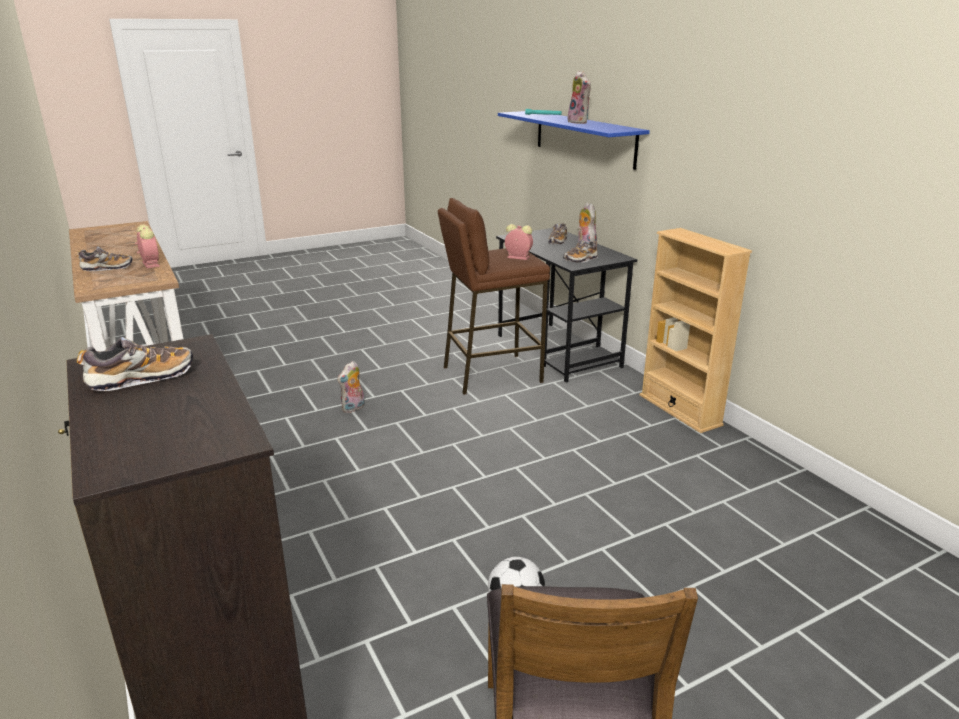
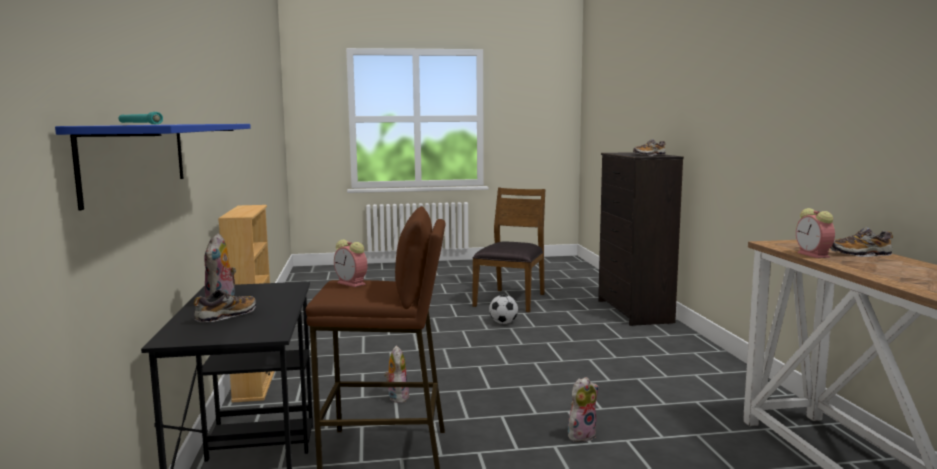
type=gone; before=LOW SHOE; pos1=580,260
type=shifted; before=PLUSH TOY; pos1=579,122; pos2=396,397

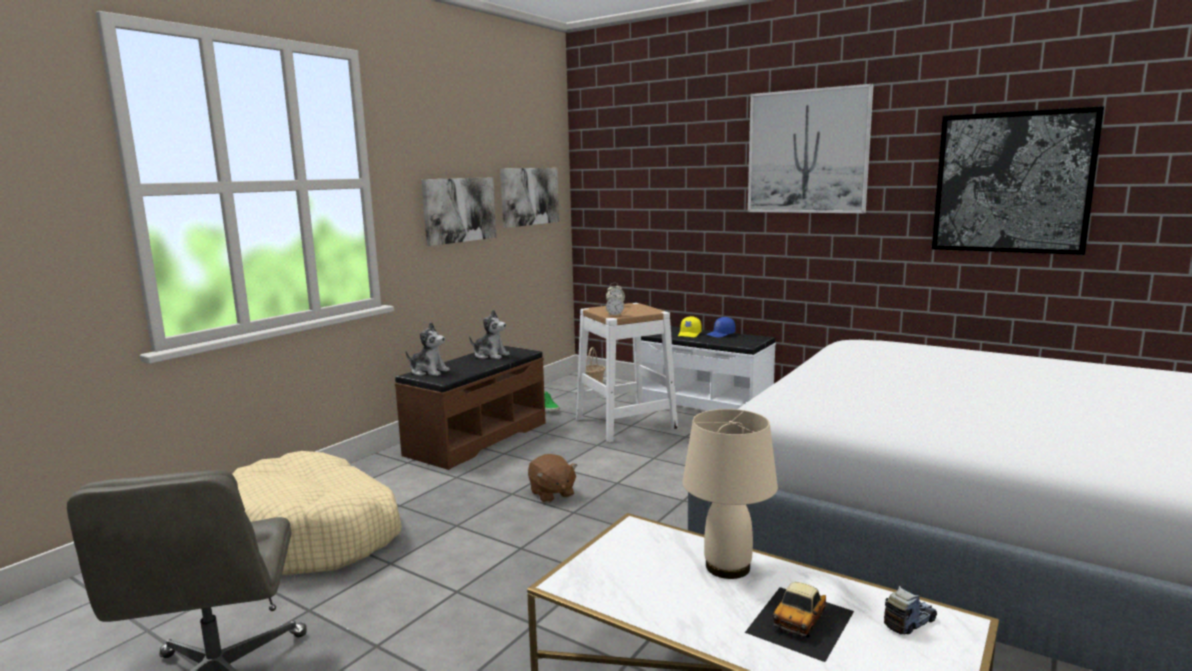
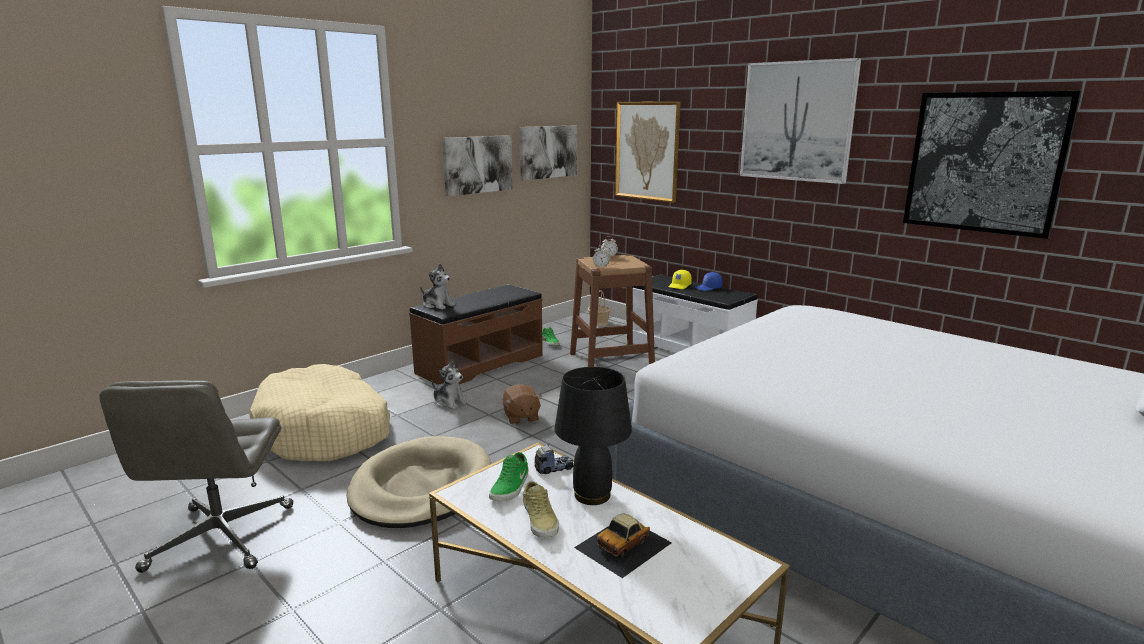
type=shifted; before=PLUSH TOY; pos1=490,355; pos2=449,402
type=repainted; before=WHITE STOOL SEAT; after=BROWN-COLOURED STOOL SEAT; pos1=625,423; pos2=611,361
type=repainted; before=BEIGE LAMP FOR A TABLE; after=BLACK LAMP FOR A TABLE; pos1=726,567; pos2=591,495
type=shifted; before=TOY TRUCK; pos1=909,622; pos2=554,468
type=new; after=BEIGE DOG CUSHION; pos2=421,487
type=new; after=GREENISH LOW SHOE; pos2=511,487
type=new; after=BEIGE LOW SHOE; pos2=541,520
type=new; after=WALL PICTURE; pos2=647,151

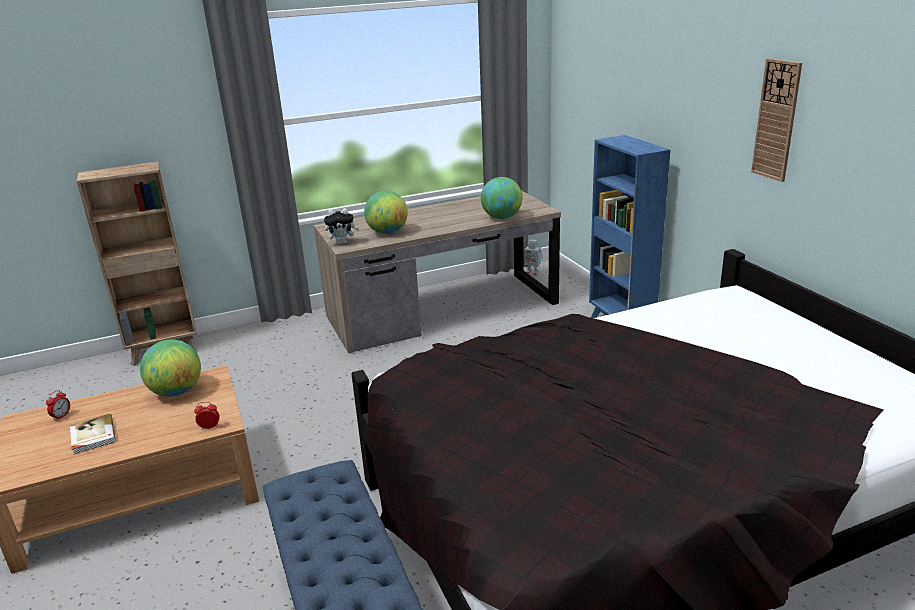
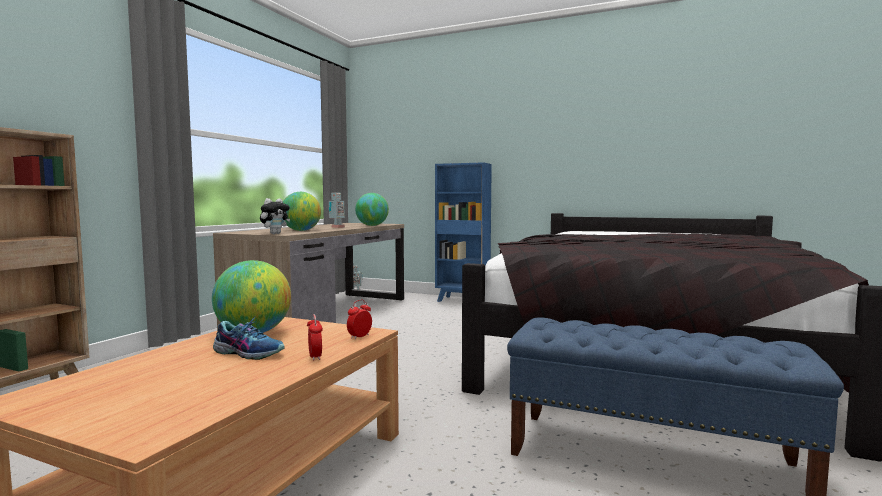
type=shifted; before=TABLE CLOCK; pos1=61,416; pos2=315,357
type=gone; before=BOOK; pos1=92,436
type=gone; before=WALL CLOCK; pos1=776,120
type=new; after=LOW SHOE; pos2=249,353
type=new; after=ROBOT FIGURE; pos2=336,227

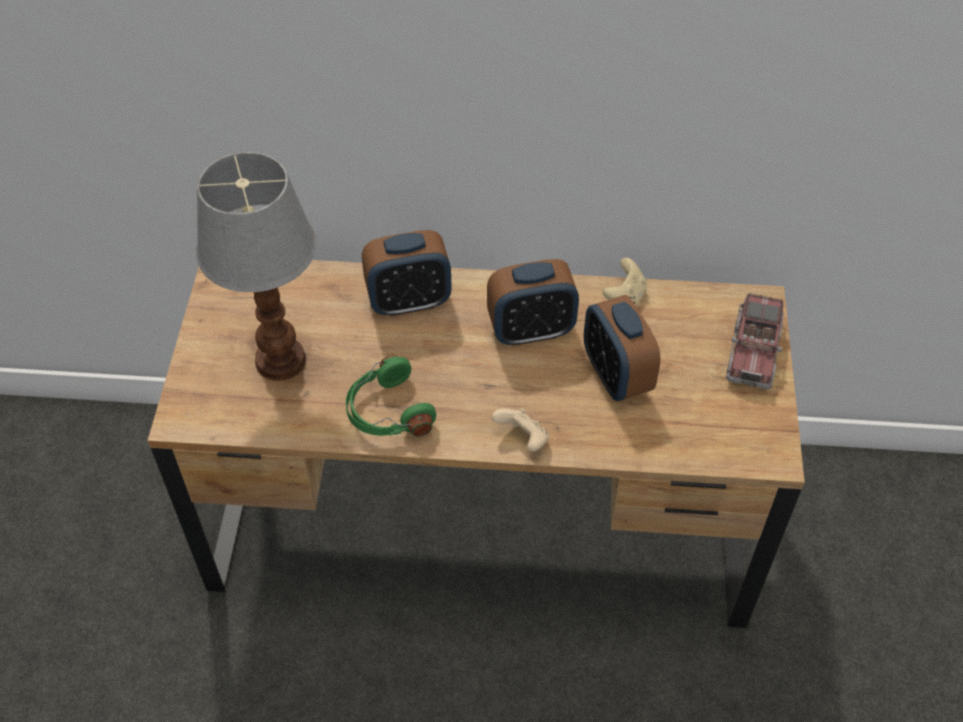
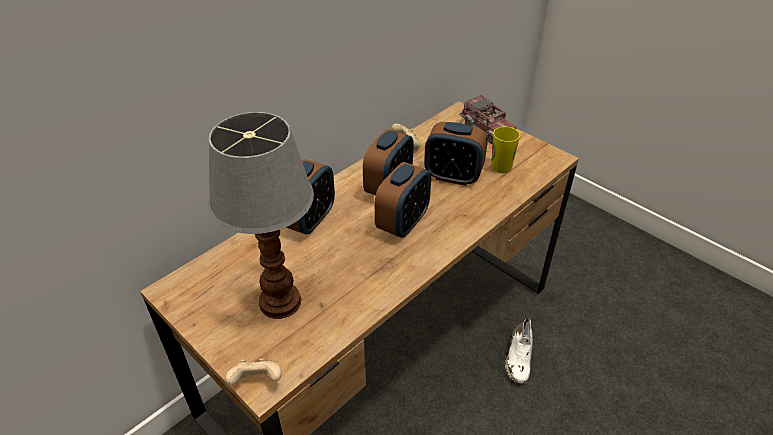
type=gone; before=GREENISH HEADSET; pos1=387,412
type=shifted; before=BEIGE GAME CONTROLLER; pos1=523,439; pos2=257,381
type=new; after=TABLE CLOCK; pos2=403,223
type=new; after=DRINKING CUP; pos2=501,167
type=new; after=WHITE LOW SHOE; pos2=518,356

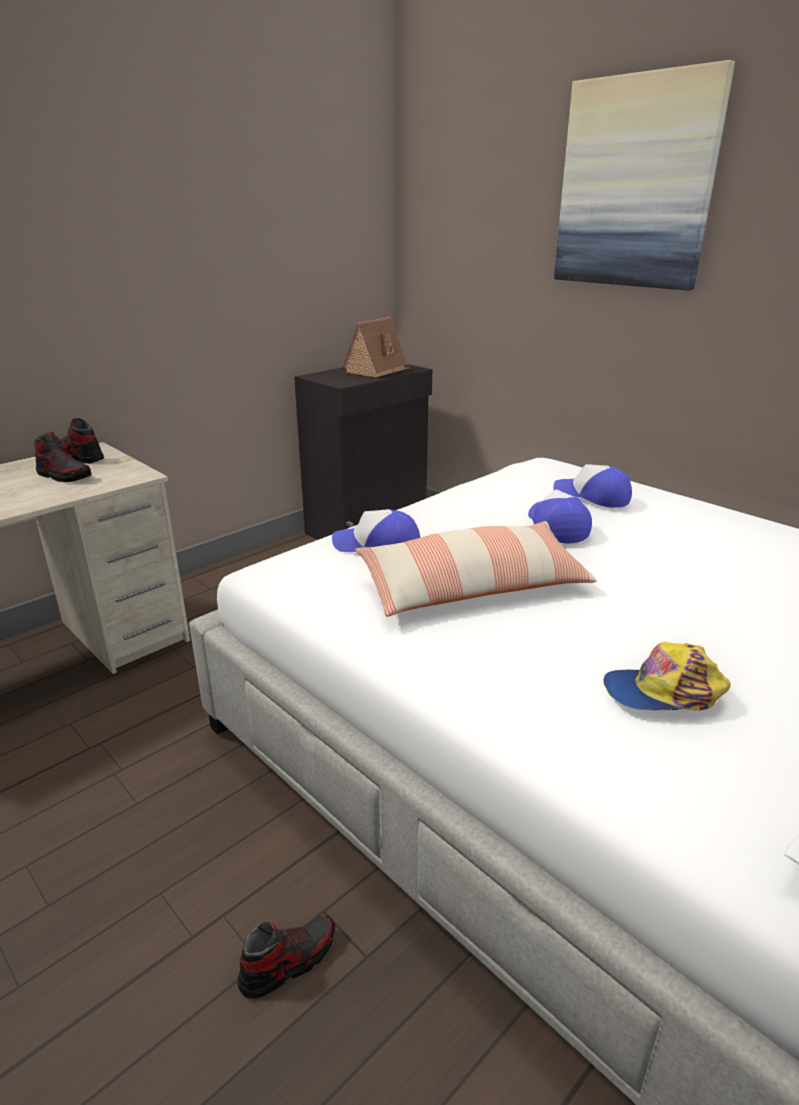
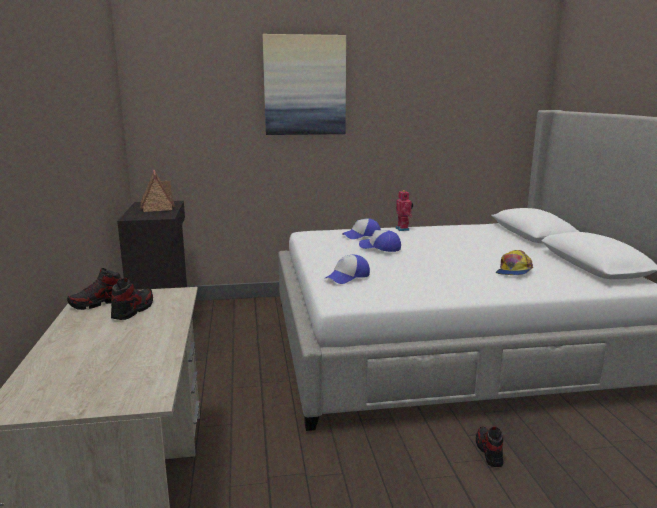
type=rotated; before=LOW SHOE; pos1=64,476; pos2=133,310; turn=-45
type=gone; before=PILLOW; pos1=472,587
type=new; after=ROBOT FIGURE; pos2=403,229

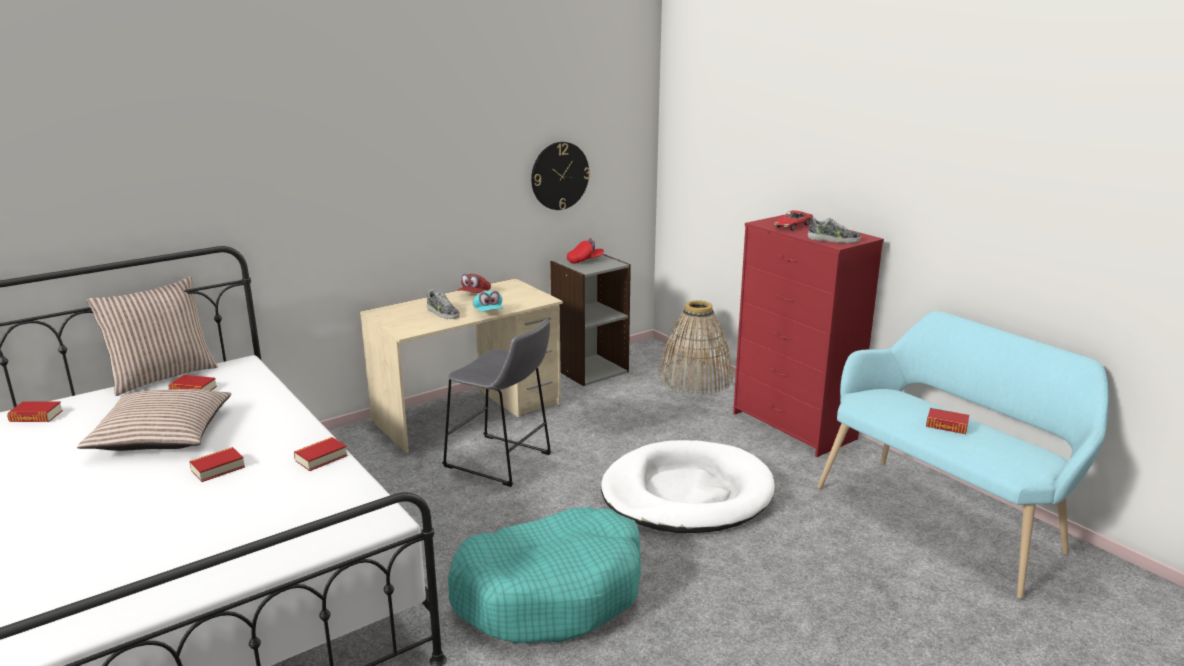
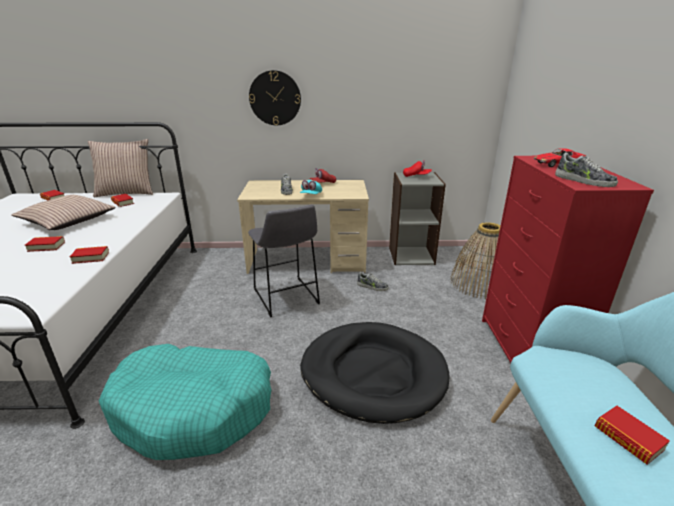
type=shifted; before=WALL CLOCK; pos1=559,176; pos2=275,98
type=repainted; before=WHITE DOG CUSHION; after=BLACK DOG CUSHION; pos1=686,494; pos2=373,373
type=new; after=LOW SHOE; pos2=372,286

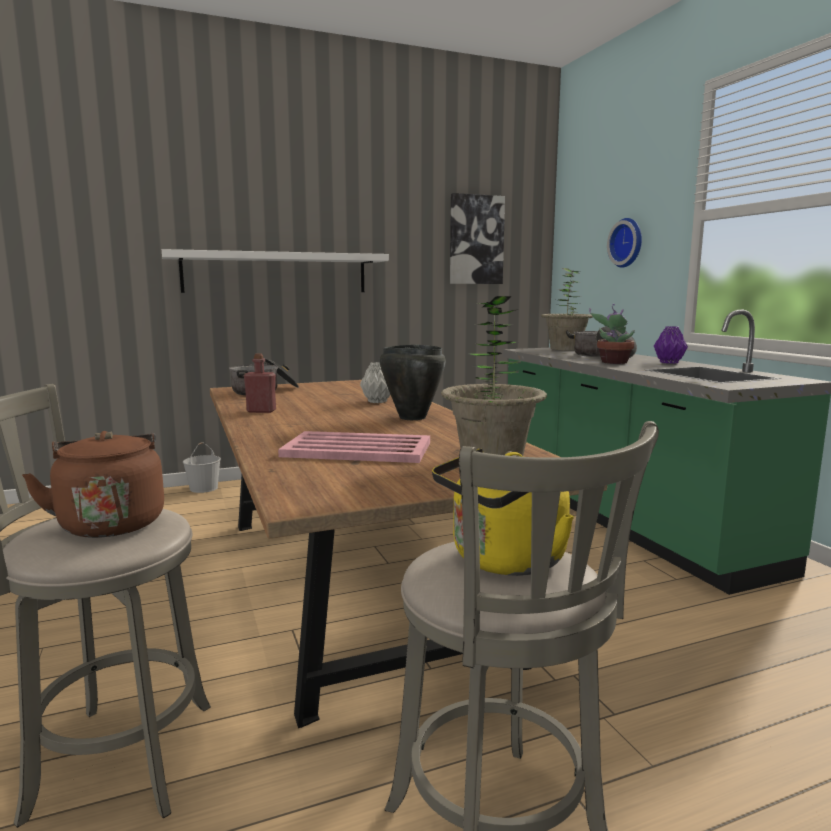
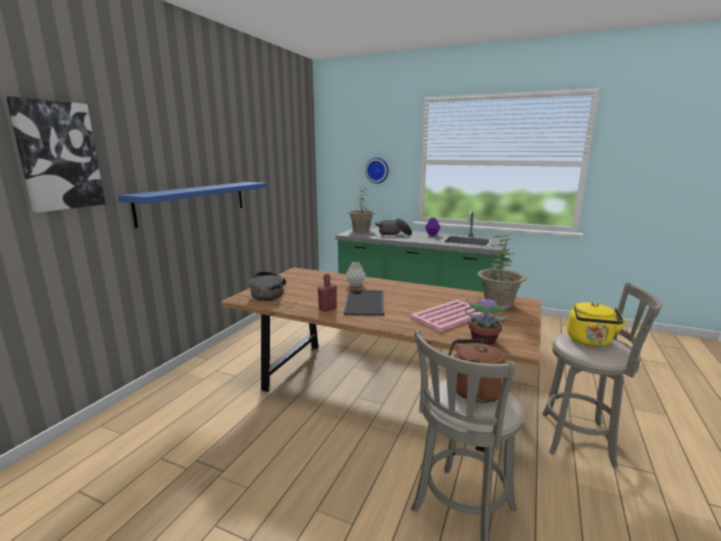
type=repainted; before=WHITE BRACKET SHELF; after=BLUE-COLOURED BRACKET SHELF; pos1=276,273; pos2=194,202
type=gone; before=WHITE BUCKET; pos1=204,488
type=gone; before=BLACK STOCKPOT; pos1=412,417
type=shifted; before=WALL PICTURE; pos1=476,240; pos2=58,156
type=shifted; before=PLANT IN A POT; pos1=612,362; pos2=483,341
type=new; after=CARRYING TRAY; pos2=366,303

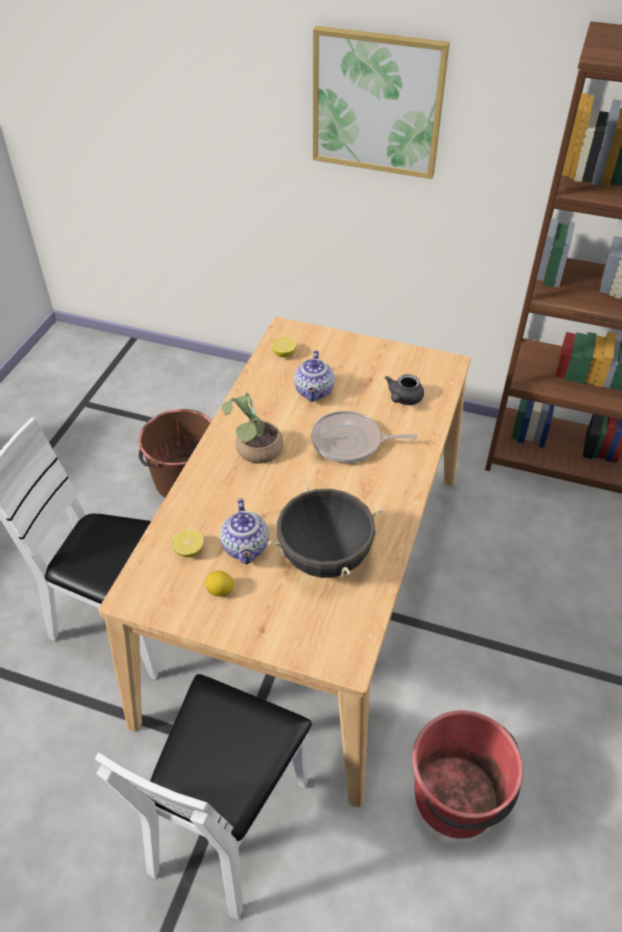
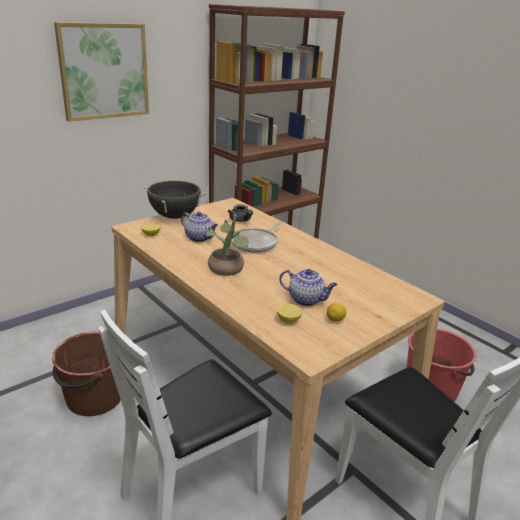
type=shifted; before=BLACK STOCKPOT; pos1=325,557; pos2=174,216

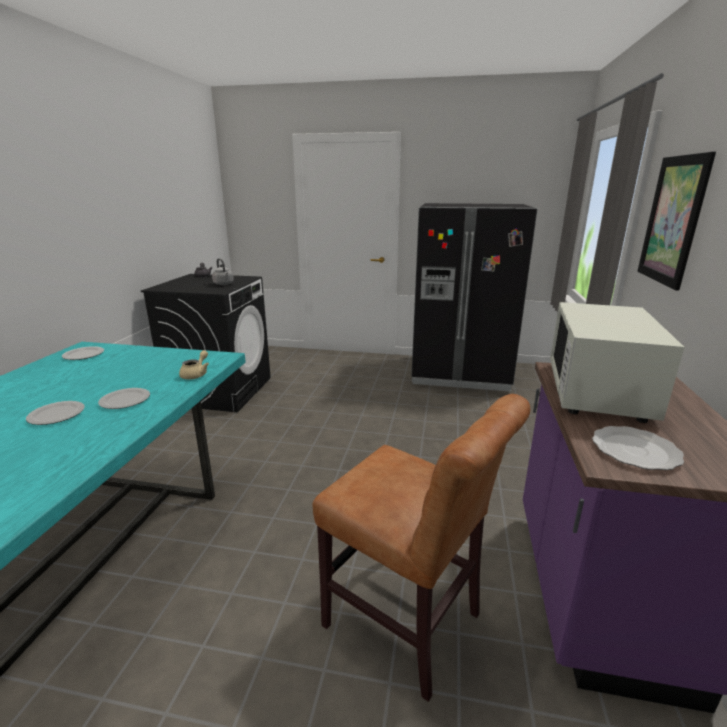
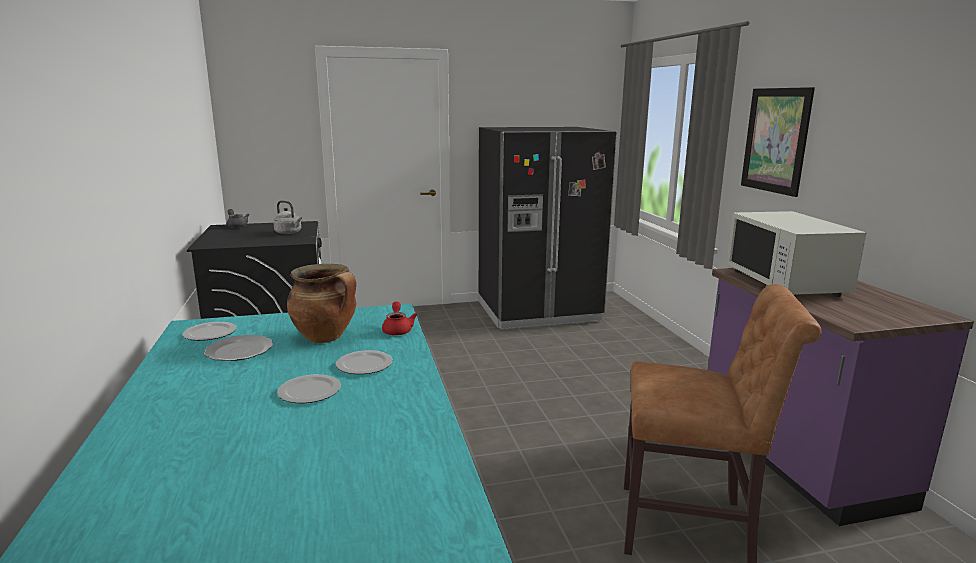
type=repainted; before=BEIGE POT FOR TEA; after=RED POT FOR TEA; pos1=196,374; pos2=398,330
type=shifted; before=DINNER PLATE; pos1=636,451; pos2=240,351
type=new; after=STOCKPOT; pos2=326,337

